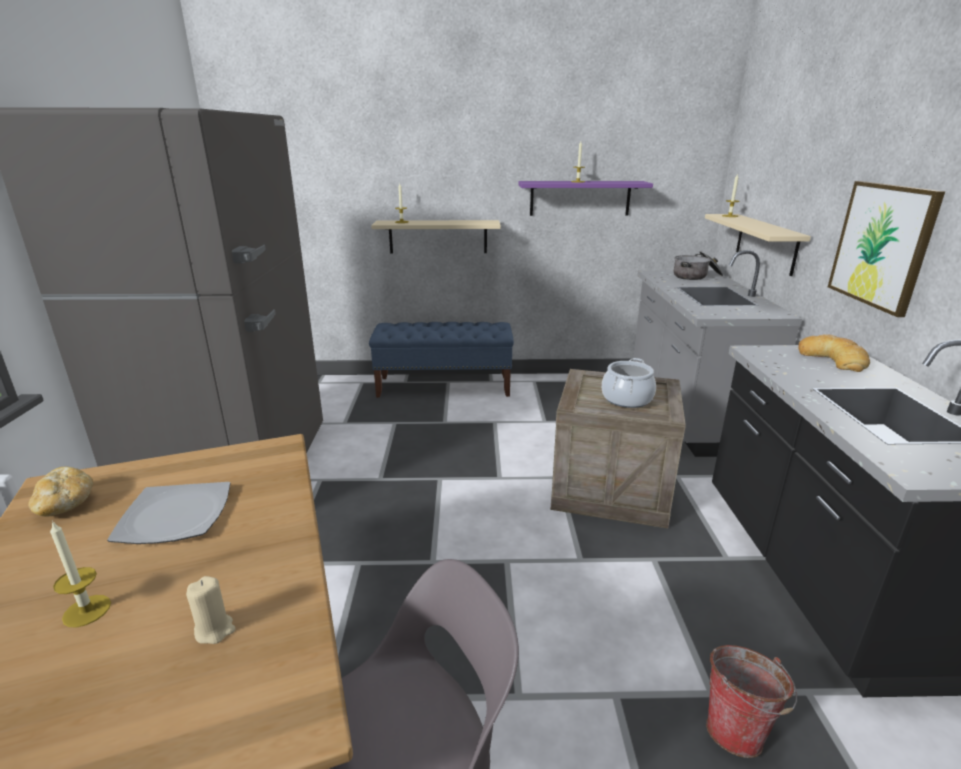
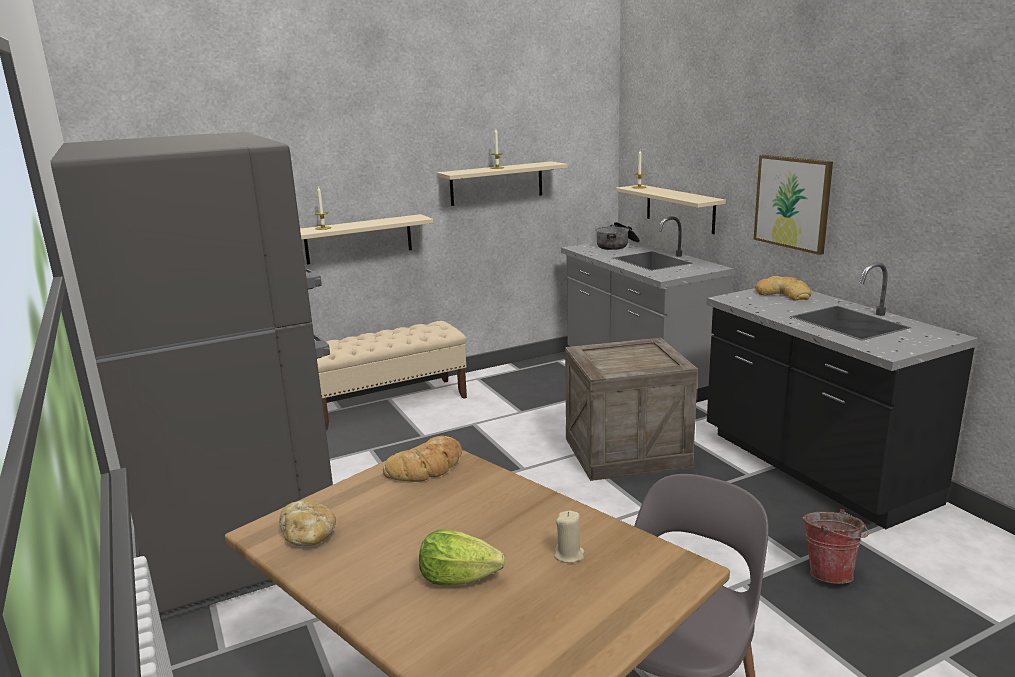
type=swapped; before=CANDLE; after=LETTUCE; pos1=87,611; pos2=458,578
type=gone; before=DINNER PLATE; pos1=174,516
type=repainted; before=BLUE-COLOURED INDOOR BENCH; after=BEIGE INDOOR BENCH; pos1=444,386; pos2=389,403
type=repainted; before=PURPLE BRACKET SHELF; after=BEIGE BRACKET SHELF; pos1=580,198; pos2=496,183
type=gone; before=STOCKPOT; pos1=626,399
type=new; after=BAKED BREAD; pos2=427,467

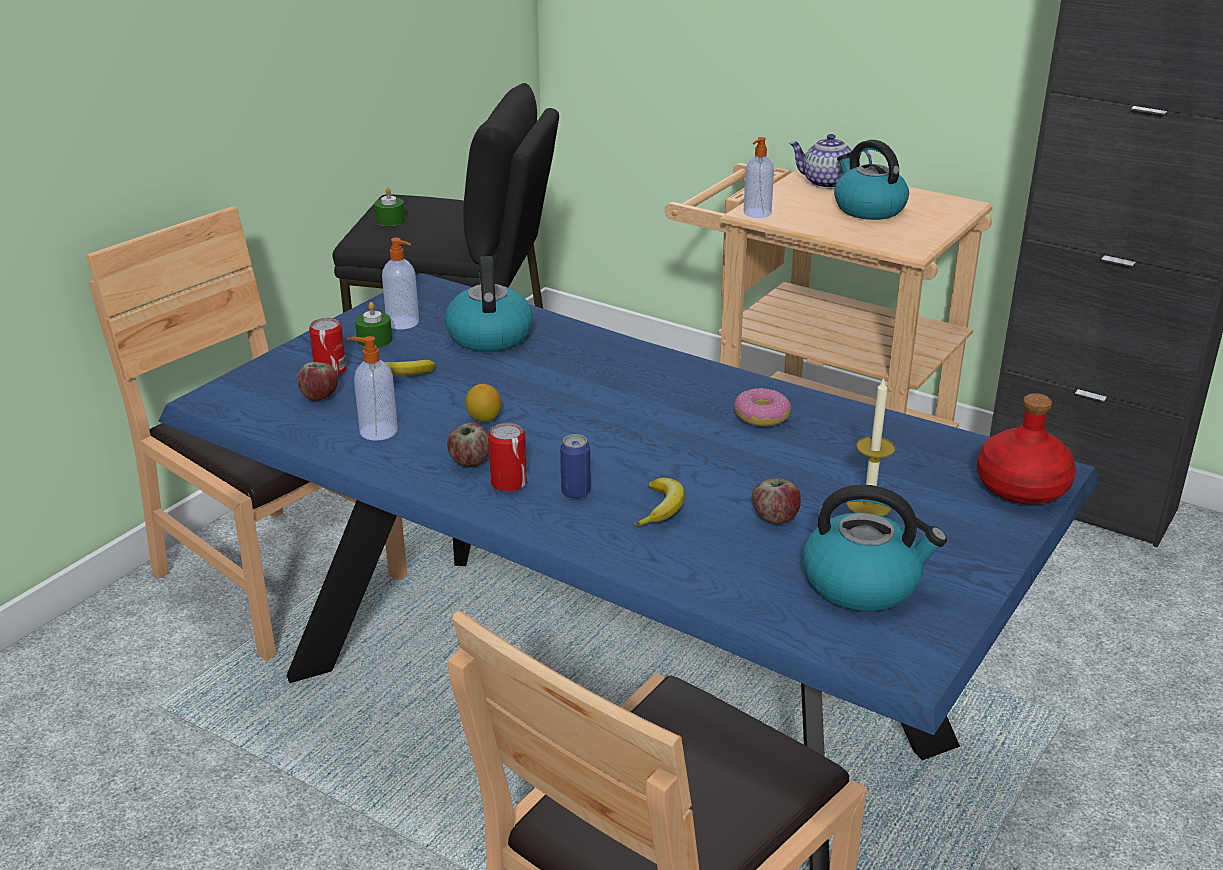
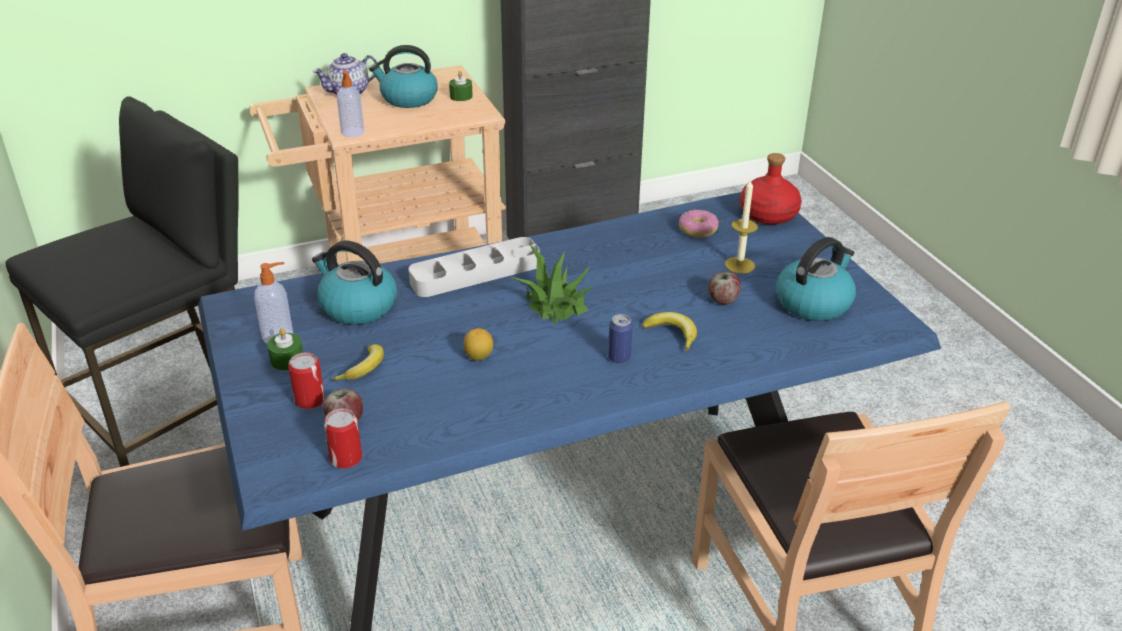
type=gone; before=SOAP DISPENSER; pos1=377,431
type=shifted; before=GREENISH CANDLE; pos1=390,220; pos2=461,96
type=gone; before=APPLE; pos1=469,462
type=shifted; before=METAL CAN; pos1=508,483; pos2=346,458
type=shifted; before=DOUGHNUT; pos1=761,416; pos2=697,230
type=new; after=GREYISH CARRYING TRAY; pos2=475,273
type=new; after=PLANT IN A POT; pos2=555,303

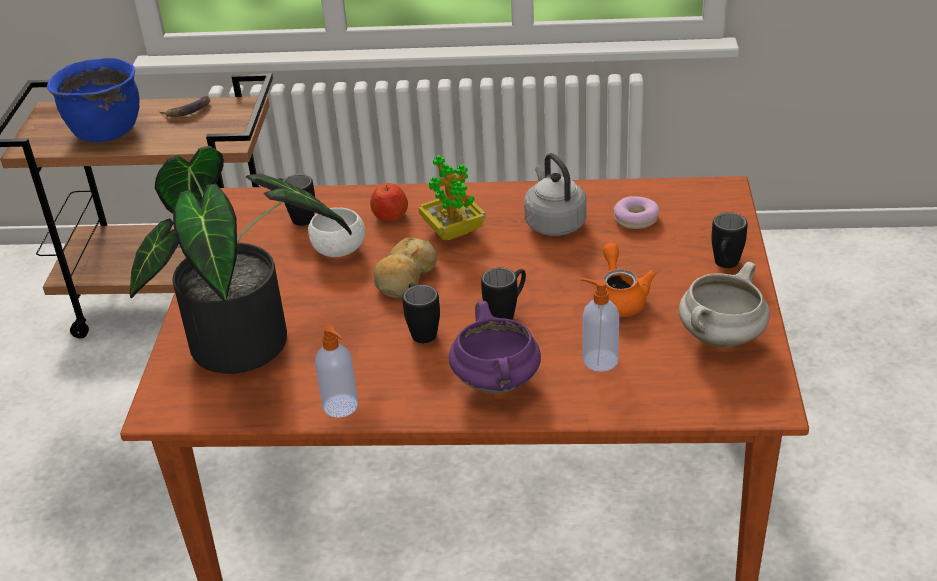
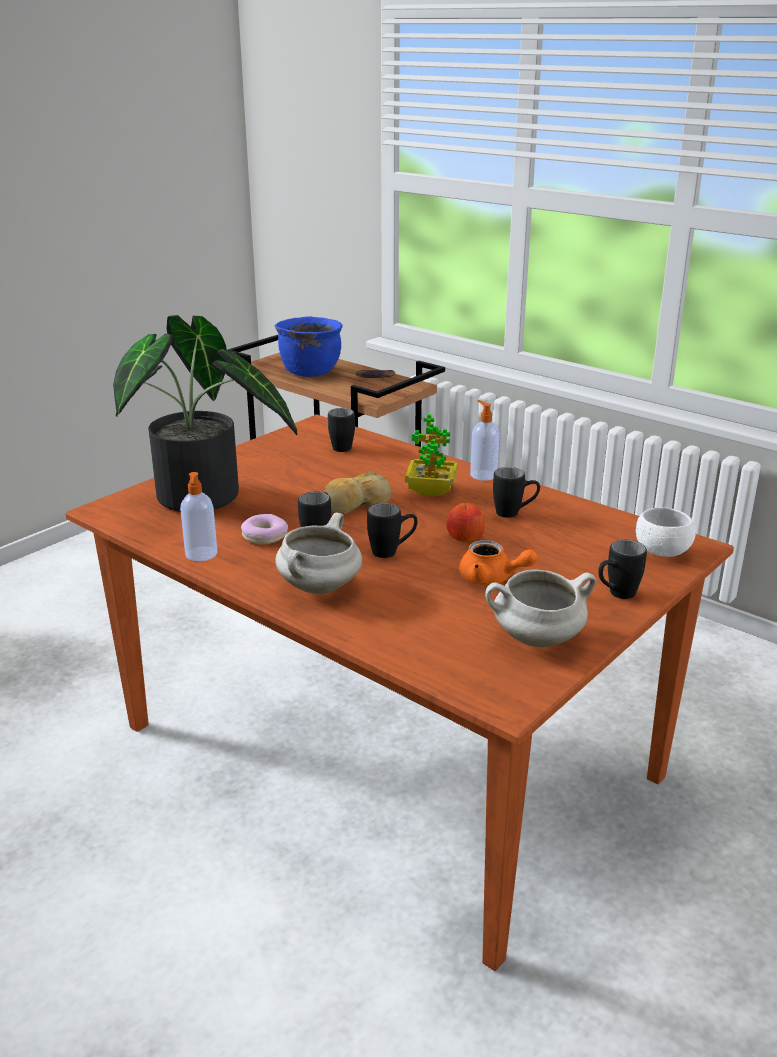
type=shifted; before=WHITE DEEP DISH; pos1=339,250; pos2=662,552
type=shifted; before=APPLE; pos1=390,216; pos2=464,537
type=repainted; before=PURPLE STOCKPOT; after=WHITE STOCKPOT; pos1=497,383; pos2=320,588
type=swapped; before=GREYISH TEA KETTLE; after=BLACK COFFEE MUG; pos1=554,223; pos2=514,514
type=shifted; before=SOAP DISPENSER; pos1=599,360; pos2=482,475
type=rotated; before=ORANGE POT FOR TEA; pos1=619,298; pos2=492,579; turn=90
type=shifted; before=DOUGHNUT; pos1=636,219; pos2=265,536

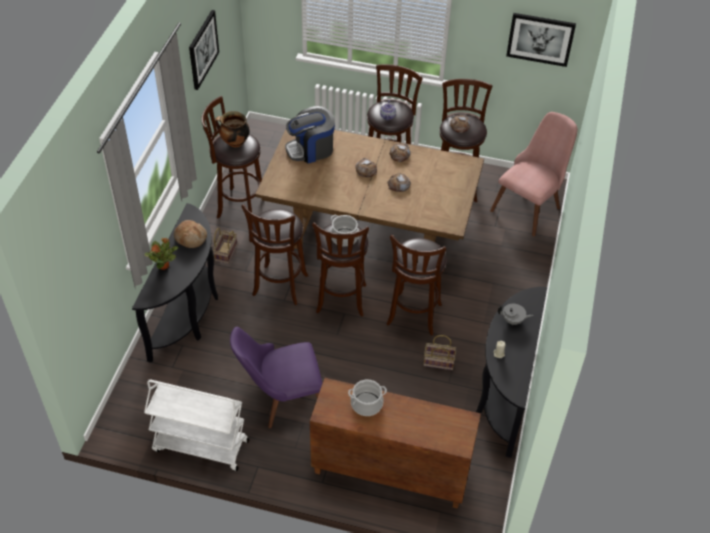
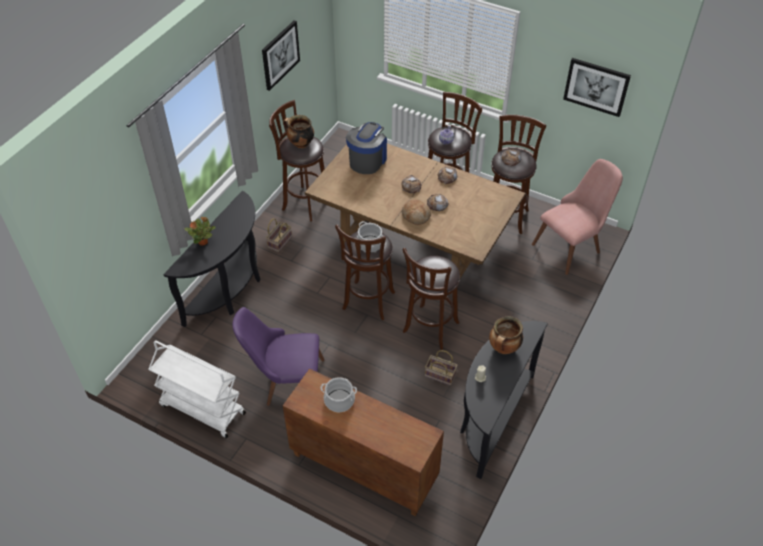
type=shifted; before=BAKED BREAD; pos1=191,238; pos2=416,215
type=gone; before=BROWN-COLOURED STOOL SEAT; pos1=279,287
type=rotated; before=COFFEE BREWER; pos1=311,149; pos2=367,160; turn=120
type=swapped; before=GREYISH POT FOR TEA; after=STOCKPOT; pos1=513,320; pos2=504,348

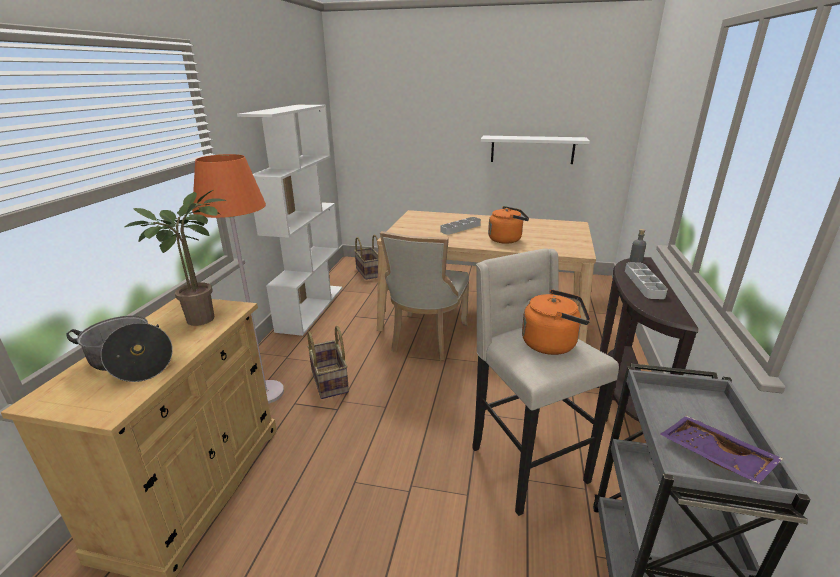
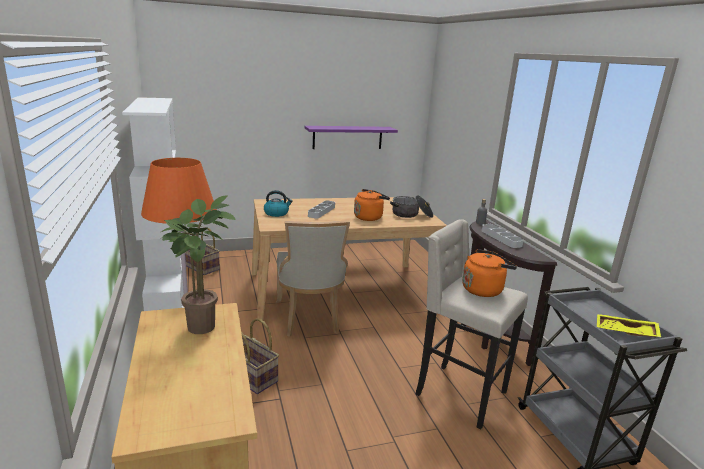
type=shifted; before=STOCKPOT; pos1=129,362; pos2=411,214
type=repainted; before=WHITE BRACKET SHELF; after=PURPLE BRACKET SHELF; pos1=532,149; pos2=347,137
type=repainted; before=PURPLE CARRYING TRAY; after=YELLOW-COLOURED CARRYING TRAY; pos1=713,457; pos2=625,332
type=new; after=TEA KETTLE; pos2=276,213

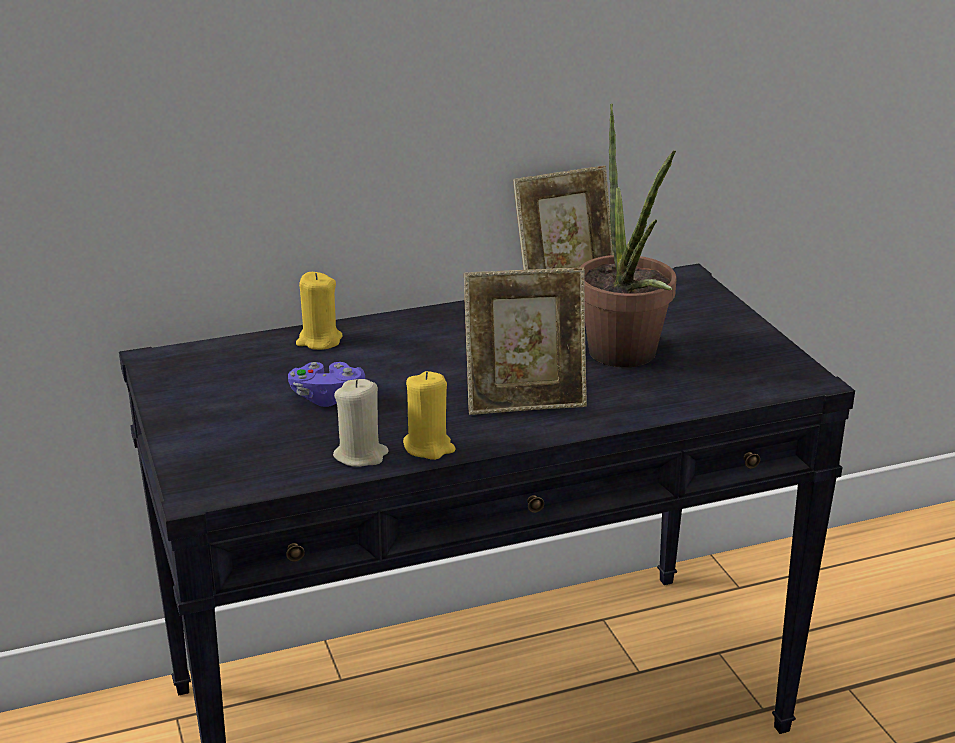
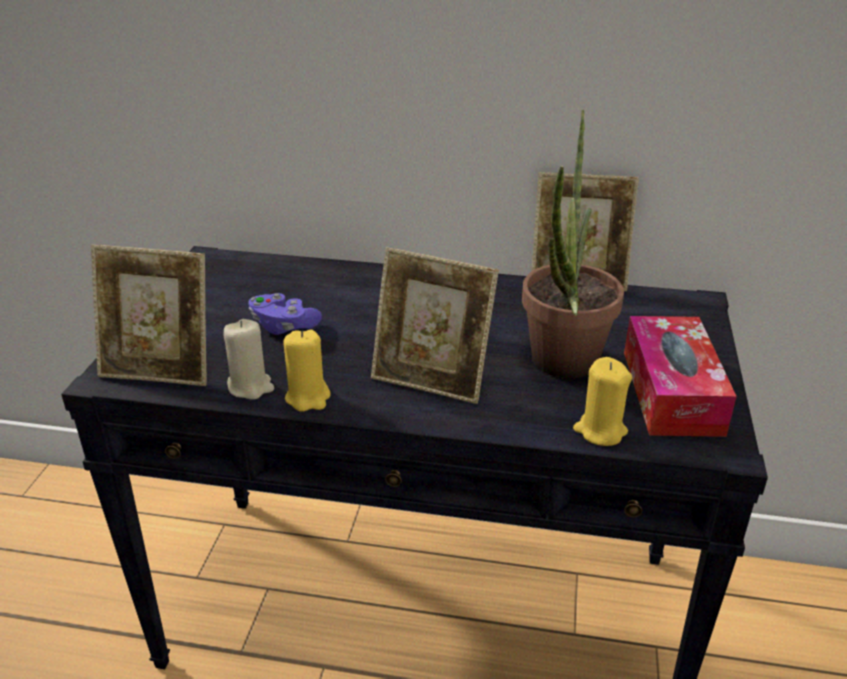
type=shifted; before=YELLOW-COLOURED CANDLE; pos1=319,341; pos2=600,431
type=new; after=PICTURE FRAME; pos2=160,369
type=new; after=TISSUE BOX; pos2=671,392

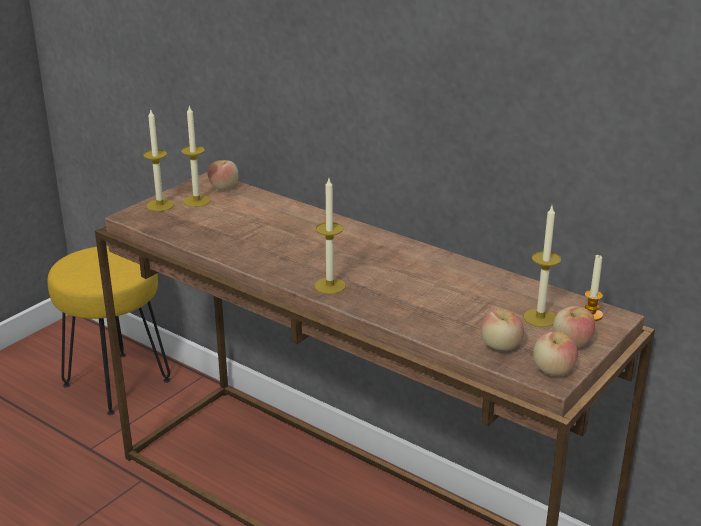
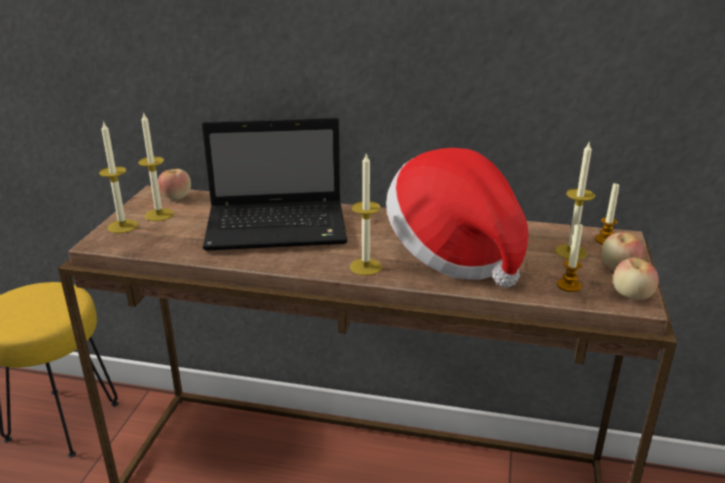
type=swapped; before=APPLE; after=CANDLE; pos1=501,346; pos2=569,285
type=new; after=LAPTOP; pos2=279,227
type=new; after=WEARABLE HAT; pos2=454,253

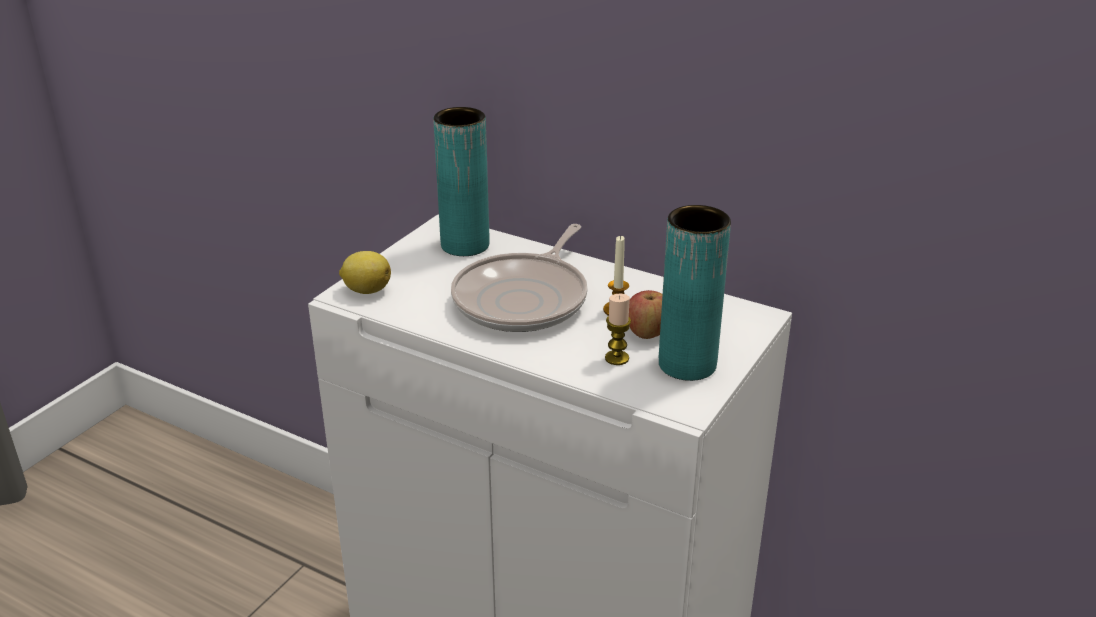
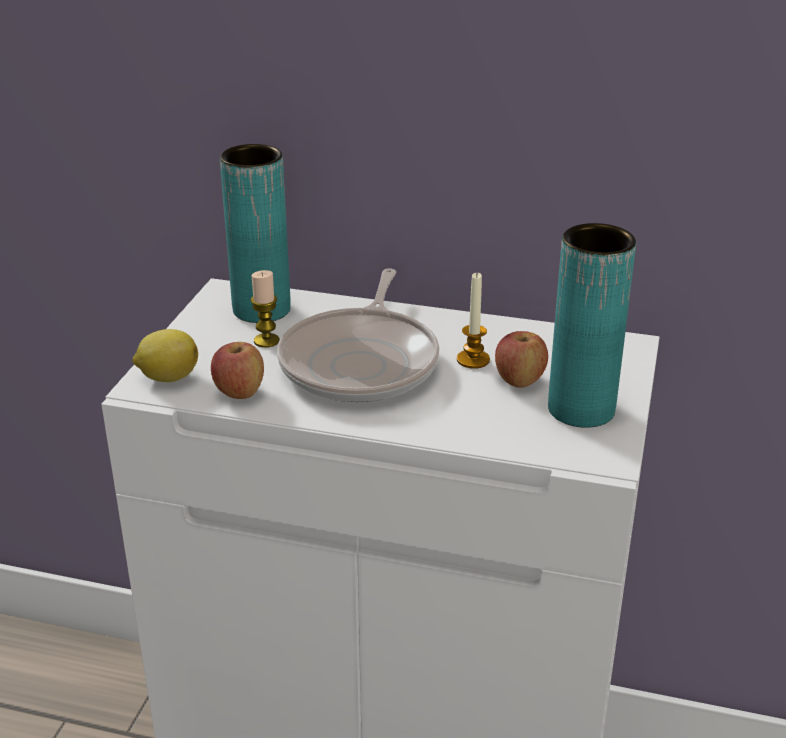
type=shifted; before=CANDLE; pos1=617,358; pos2=266,341
type=new; after=APPLE; pos2=239,393

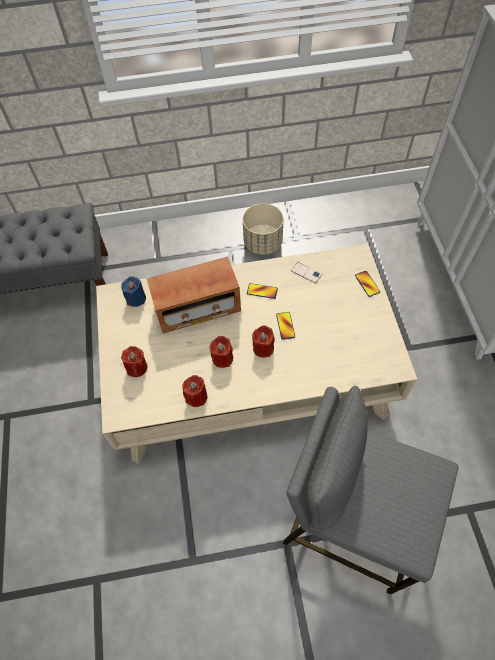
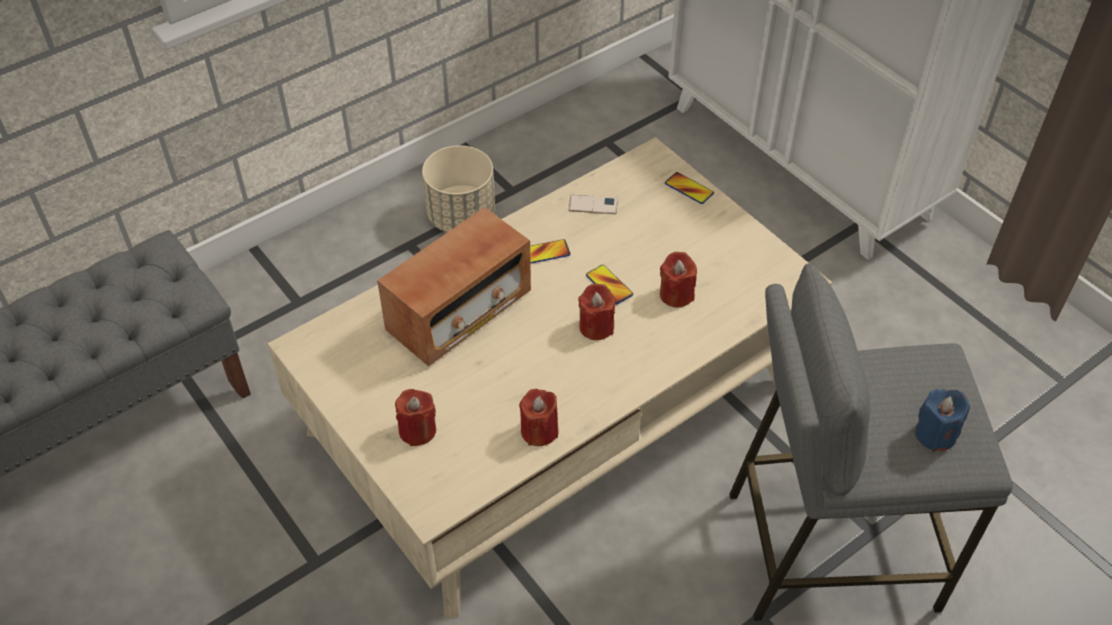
type=shifted; before=BLUE-COLOURED CANDLE; pos1=136,298; pos2=935,434
type=shifted; before=RED CANDLE; pos1=222,358; pos2=676,294

